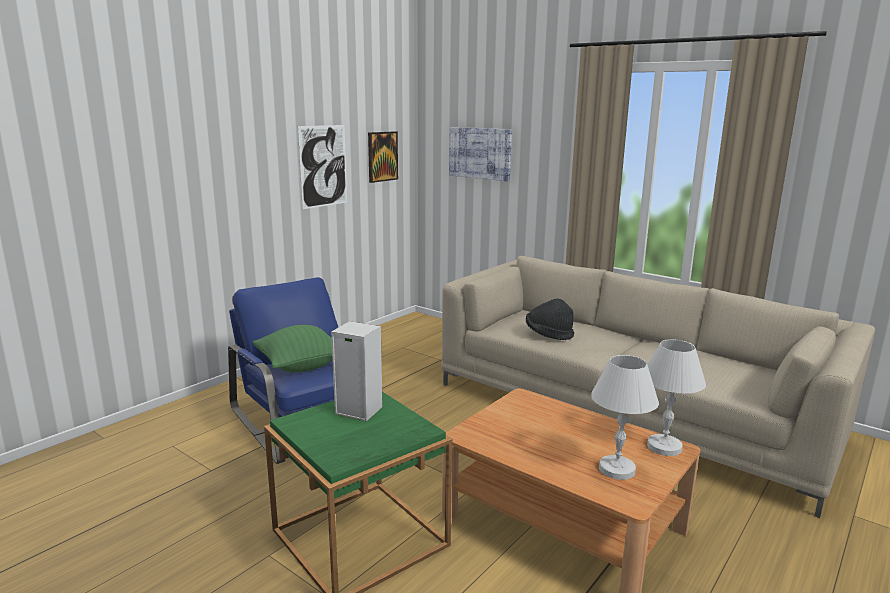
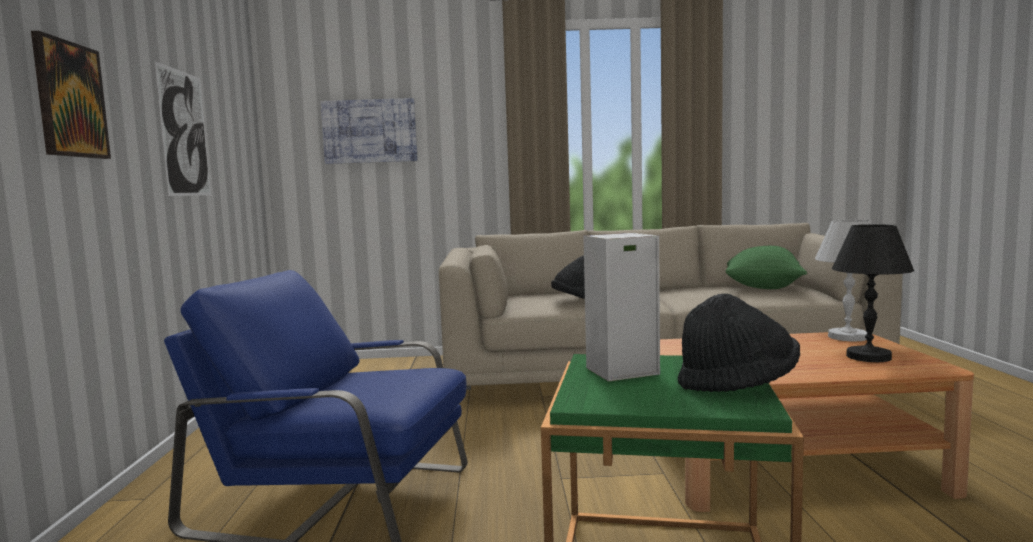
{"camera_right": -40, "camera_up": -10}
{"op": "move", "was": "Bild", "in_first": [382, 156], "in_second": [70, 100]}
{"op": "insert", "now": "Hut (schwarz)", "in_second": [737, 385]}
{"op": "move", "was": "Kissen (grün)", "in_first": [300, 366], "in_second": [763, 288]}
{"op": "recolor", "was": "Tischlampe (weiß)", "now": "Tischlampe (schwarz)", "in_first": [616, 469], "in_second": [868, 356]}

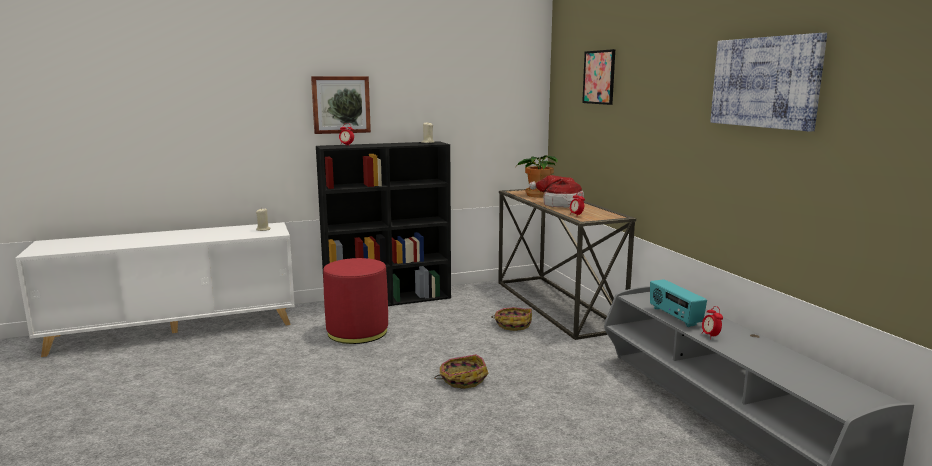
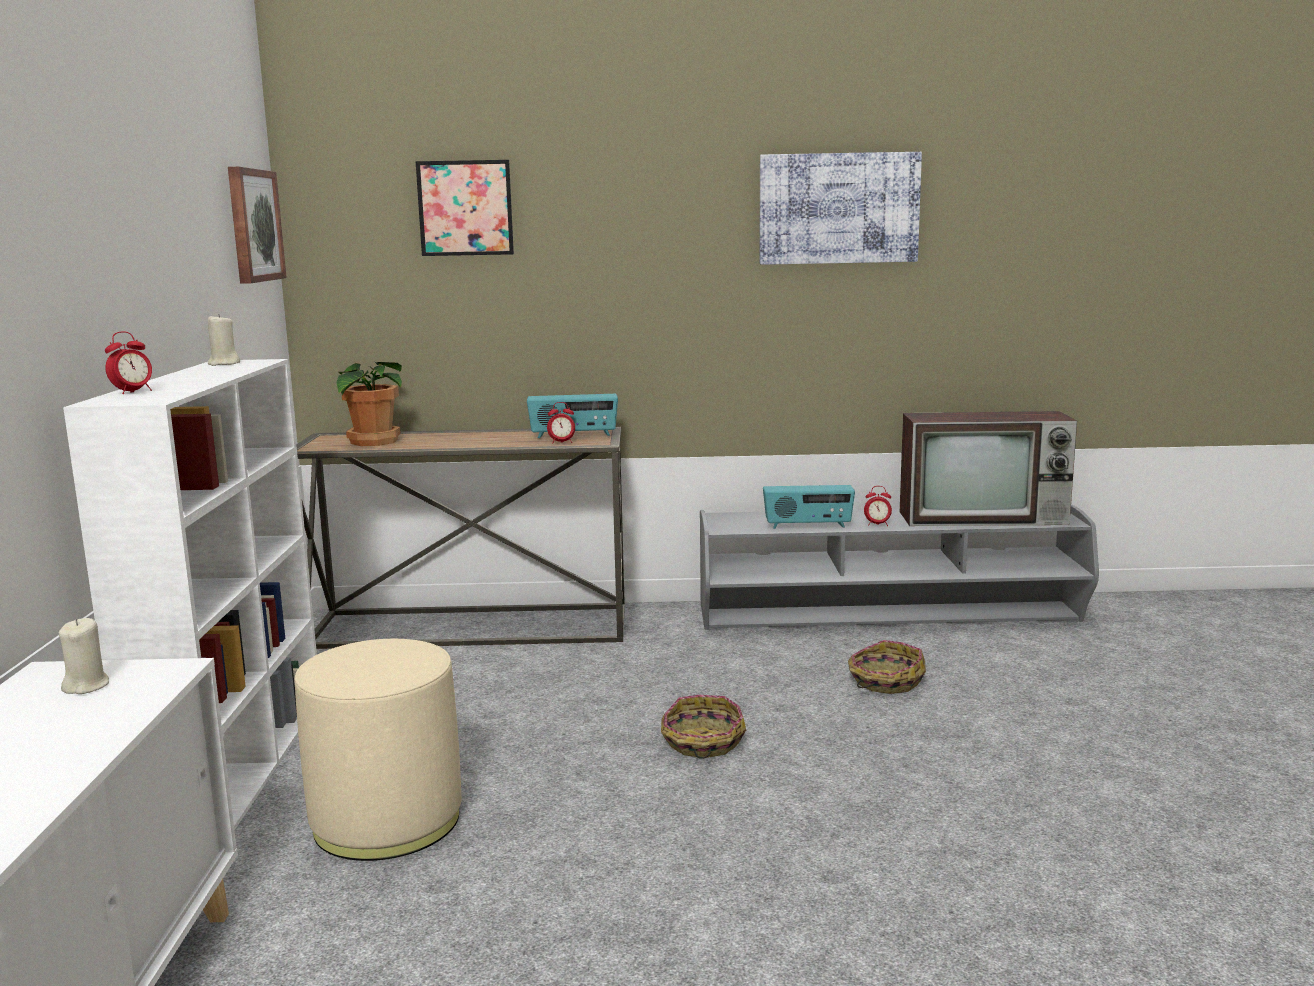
{"camera_right": -70, "camera_up": 0}
{"op": "recolor", "was": "Bücherregal (schwarz)", "now": "Bücherregal (weiß)", "in_first": [389, 300], "in_second": [238, 764]}
{"op": "move", "was": "Bild", "in_first": [341, 104], "in_second": [253, 225]}
{"op": "recolor", "was": "Polsterhocker (rot)", "now": "Polsterhocker (beige)", "in_first": [357, 331], "in_second": [387, 820]}
{"op": "insert", "now": "Radio", "in_second": [573, 435]}
{"op": "move", "was": "Korb", "in_first": [513, 324], "in_second": [885, 681]}
{"op": "insert", "now": "Fernseher", "in_second": [985, 517]}
{"op": "delete", "was": "Hut", "in_first": [559, 204]}

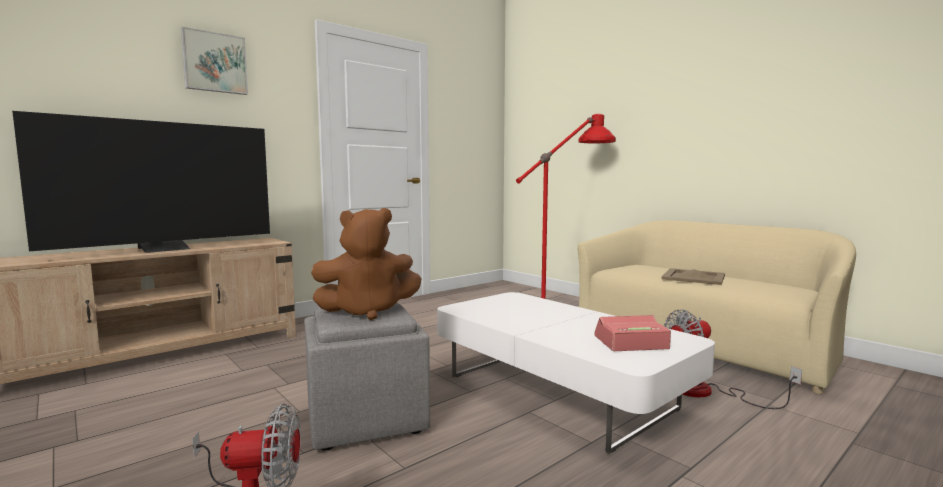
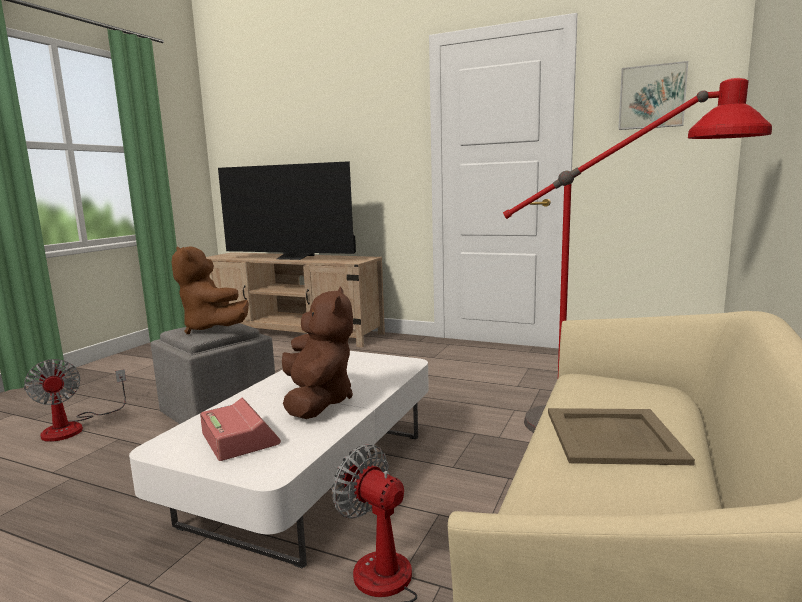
{"camera_right": 65, "camera_up": 5}
{"op": "insert", "now": "Plüschtier (braun)", "in_second": [317, 401]}
{"op": "move", "was": "Bild", "in_first": [214, 63], "in_second": [652, 97]}

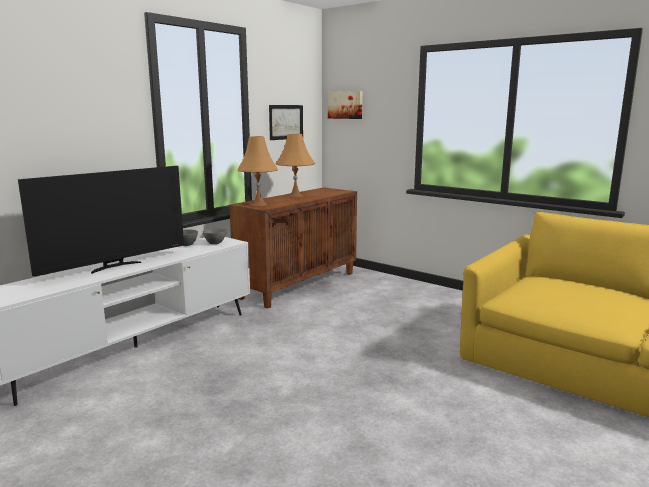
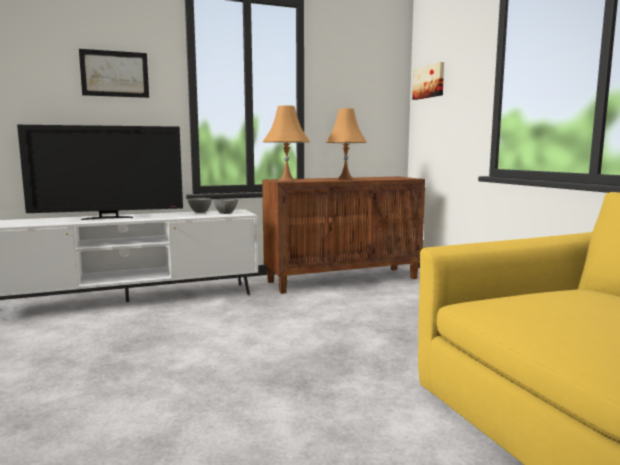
{"camera_right": 30, "camera_up": -5}
{"op": "move", "was": "Bild", "in_first": [286, 122], "in_second": [115, 74]}

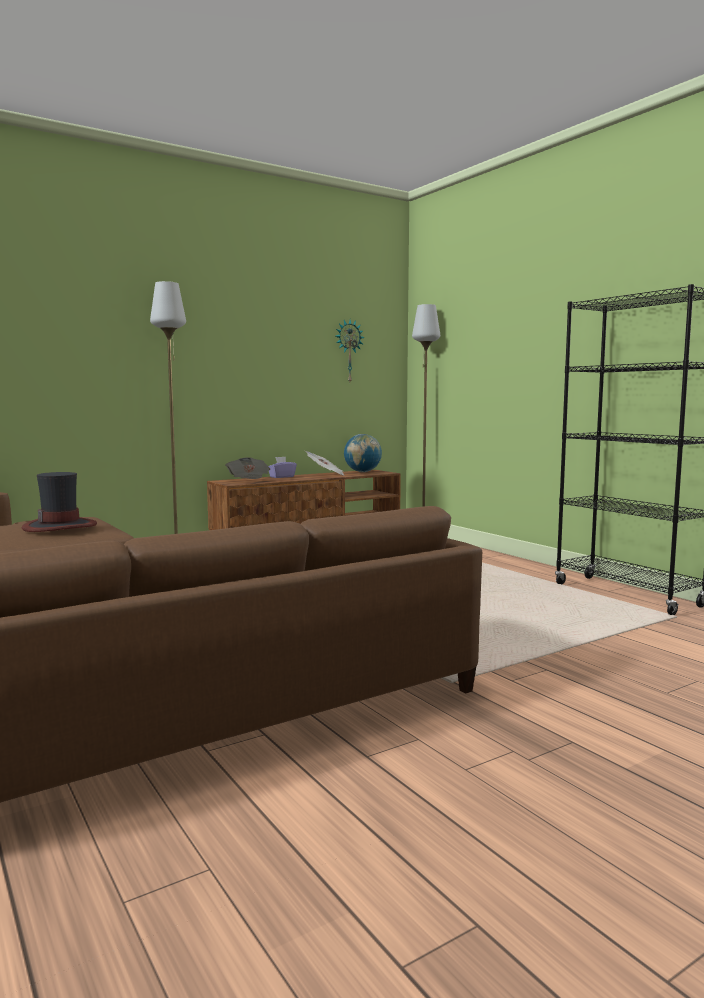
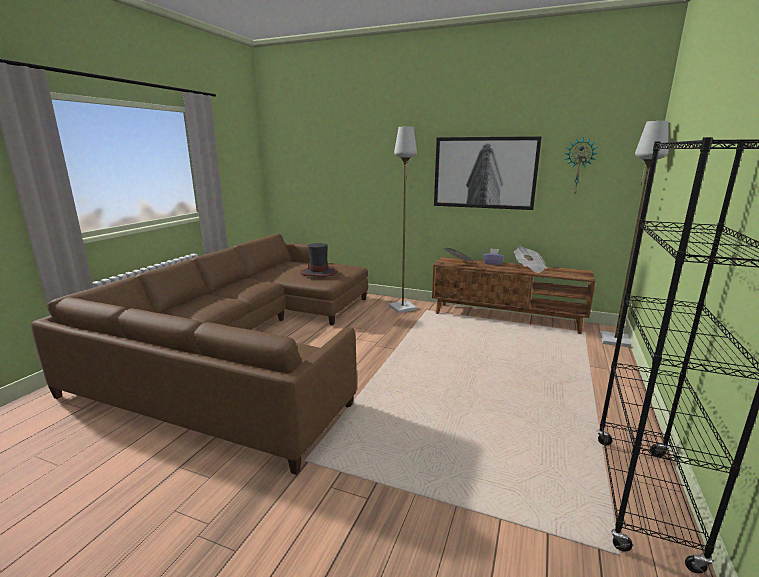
{"camera_right": 55, "camera_up": 10}
{"op": "insert", "now": "Bild", "in_second": [484, 173]}
{"op": "delete", "was": "Globus", "in_first": [362, 472]}

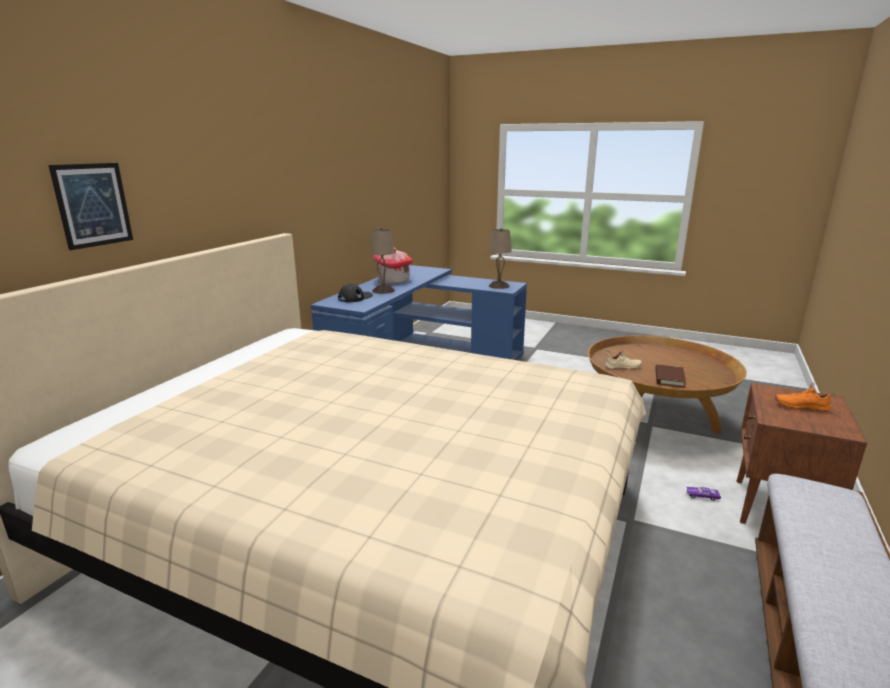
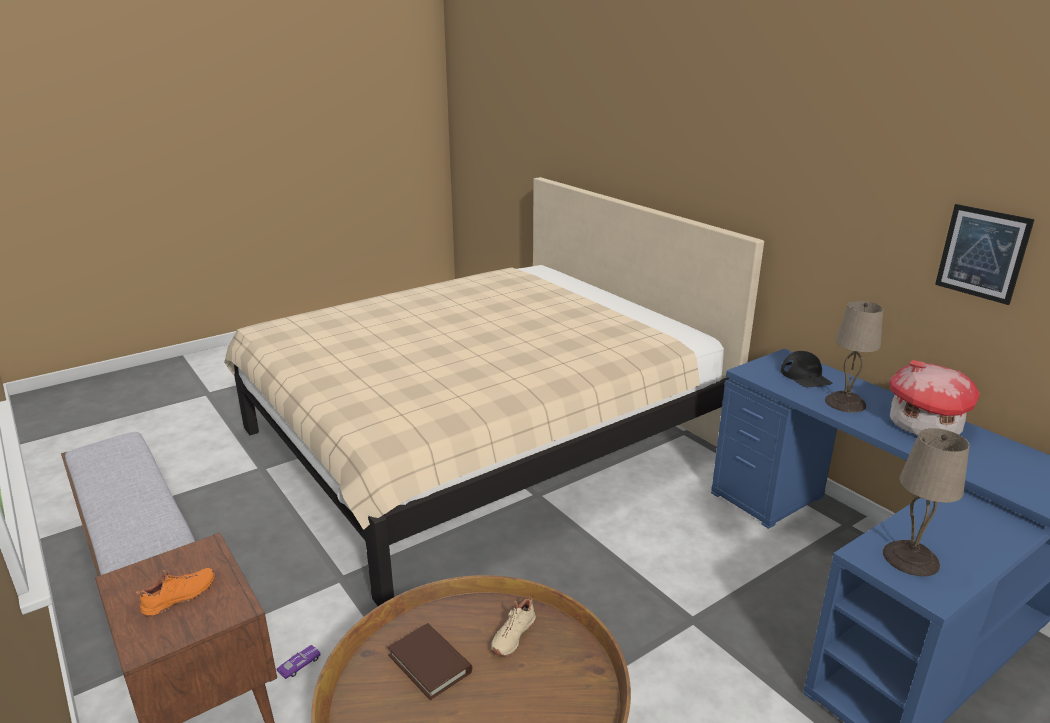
{"camera_right": 120, "camera_up": 5}
{"op": "move", "was": "Bild", "in_first": [93, 205], "in_second": [982, 253]}

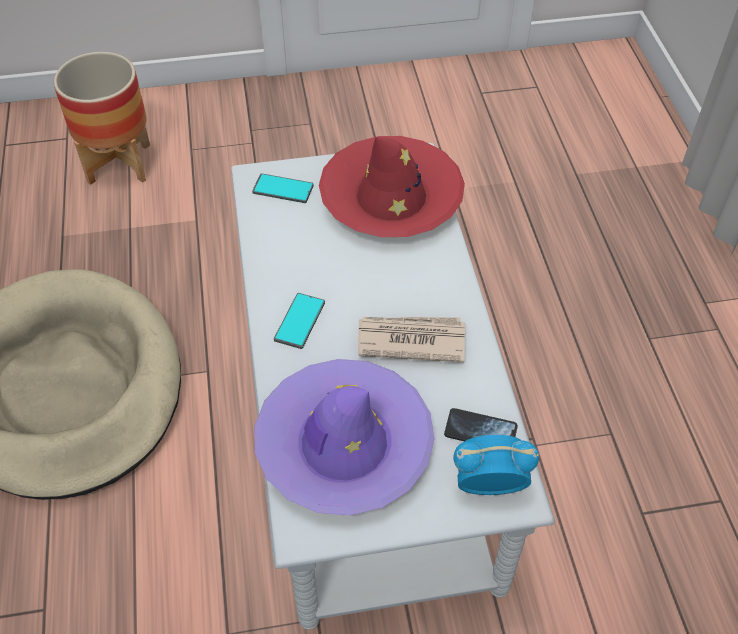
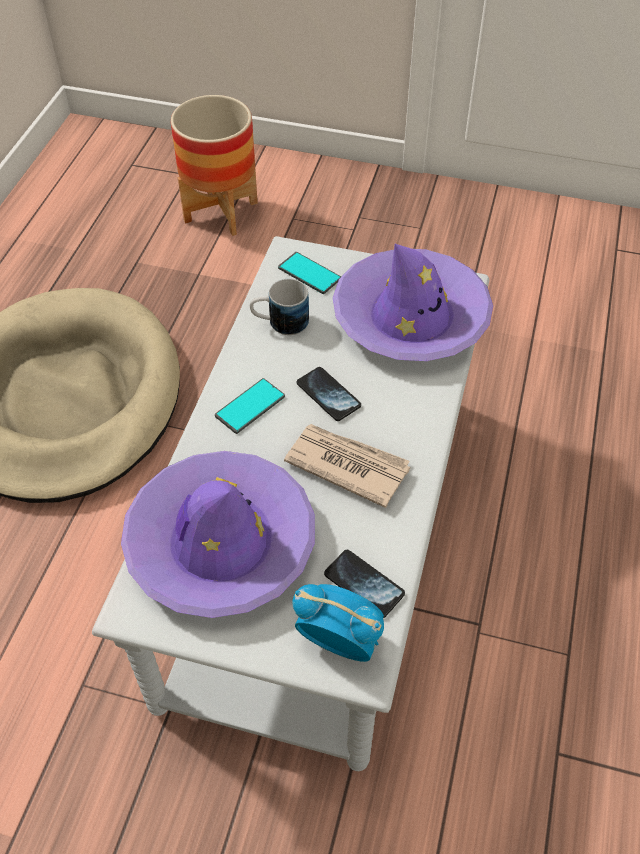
{"camera_right": 25, "camera_up": 0}
{"op": "insert", "now": "Henkelbecher", "in_second": [280, 323]}
{"op": "insert", "now": "Handy", "in_second": [328, 395]}
{"op": "recolor", "was": "Hut (rot)", "now": "Hut (lila)", "in_first": [391, 199], "in_second": [411, 317]}

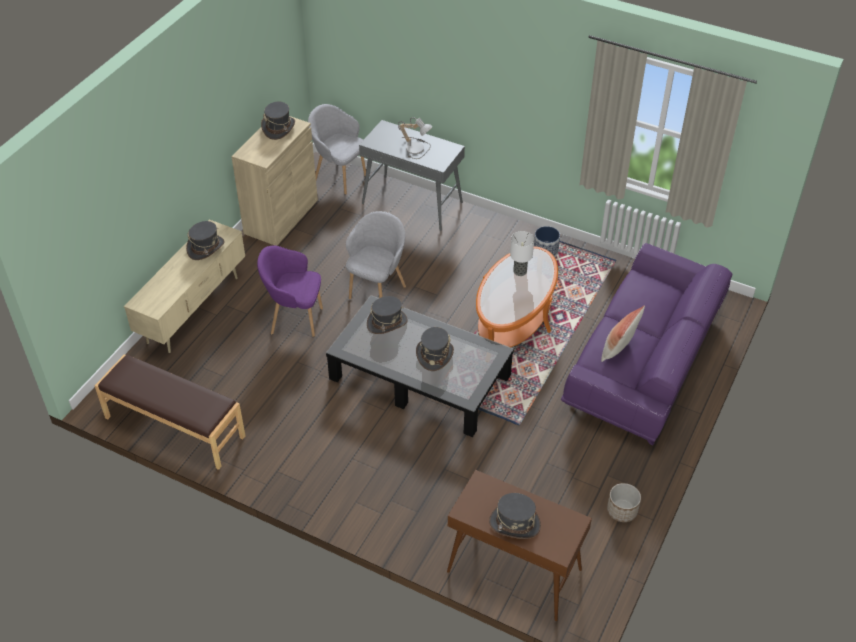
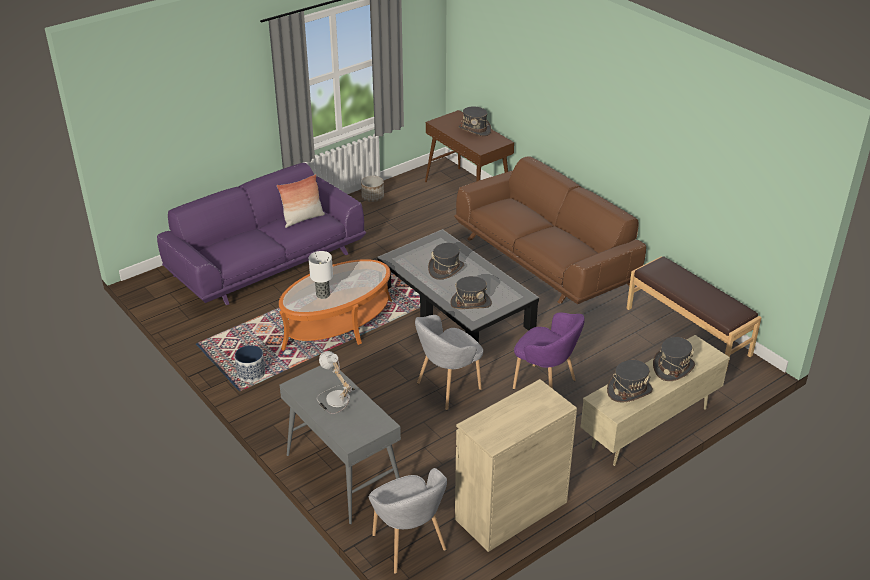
{"camera_right": -155, "camera_up": -10}
{"op": "insert", "now": "Sofa (braun)", "in_second": [545, 260]}
{"op": "move", "was": "Hut (grau)", "in_first": [279, 128], "in_second": [673, 367]}

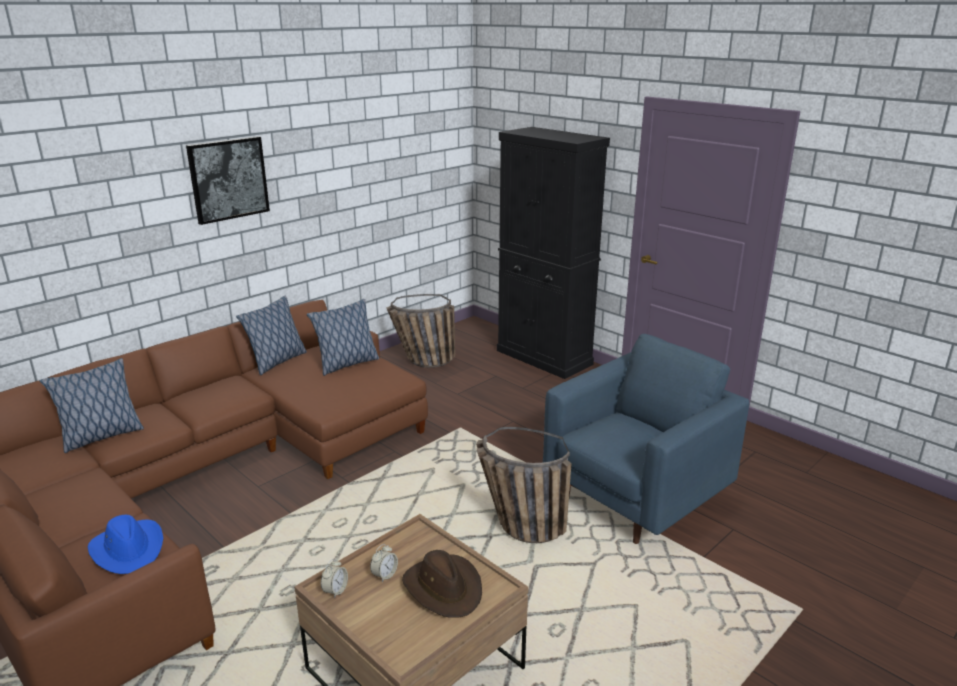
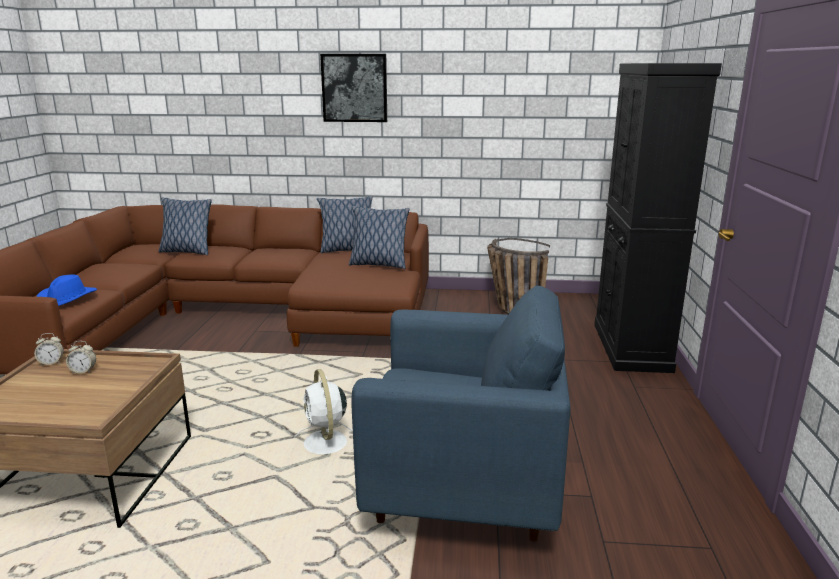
{"camera_right": 50, "camera_up": -5}
{"op": "replace", "was": "Korb", "now": "Ventilator (weiß)", "in_first": [517, 527], "in_second": [326, 444]}
{"op": "delete", "was": "Hut (braun)", "in_first": [443, 588]}

